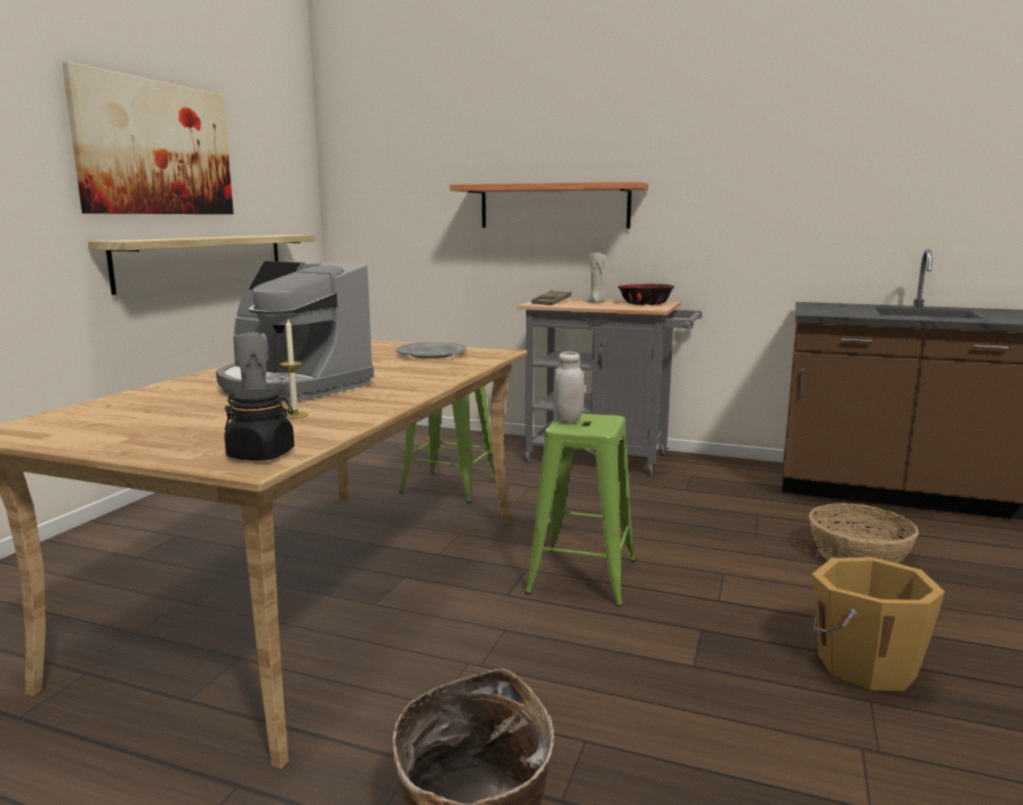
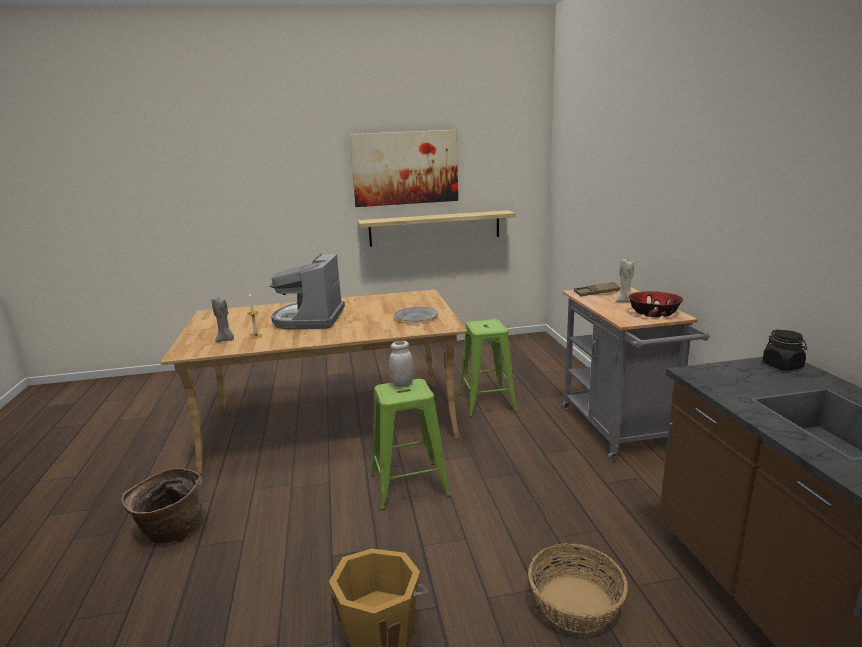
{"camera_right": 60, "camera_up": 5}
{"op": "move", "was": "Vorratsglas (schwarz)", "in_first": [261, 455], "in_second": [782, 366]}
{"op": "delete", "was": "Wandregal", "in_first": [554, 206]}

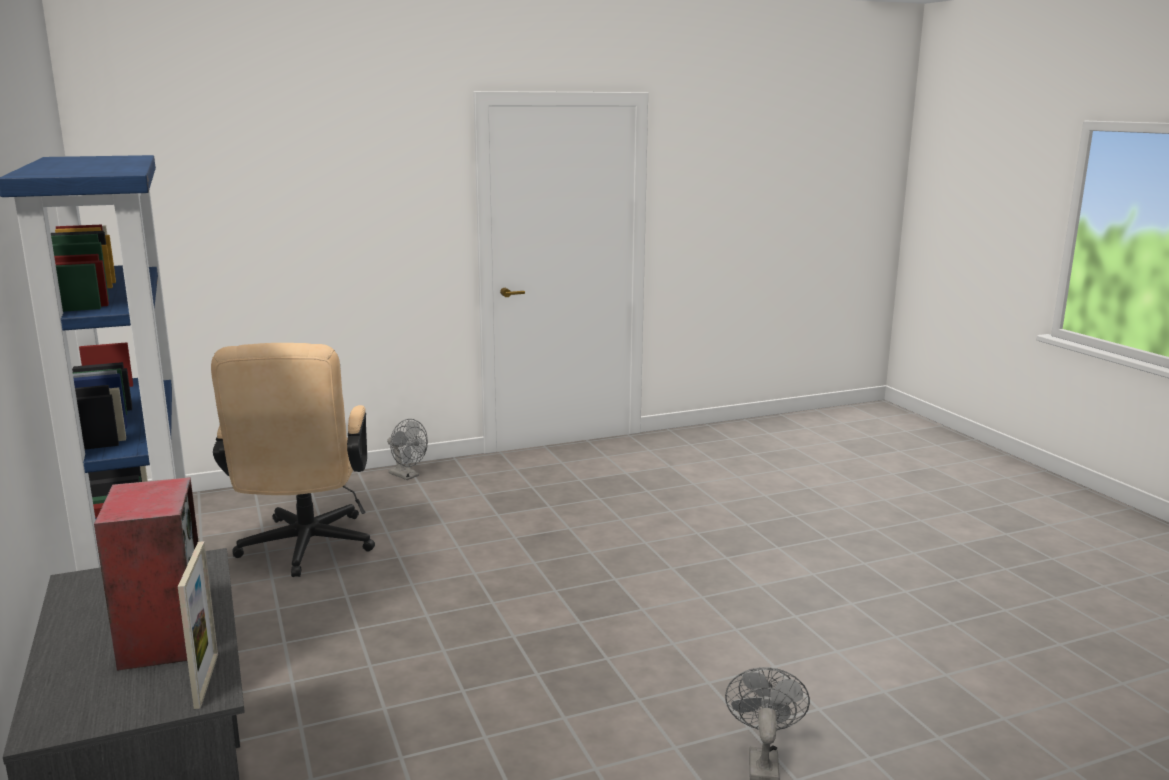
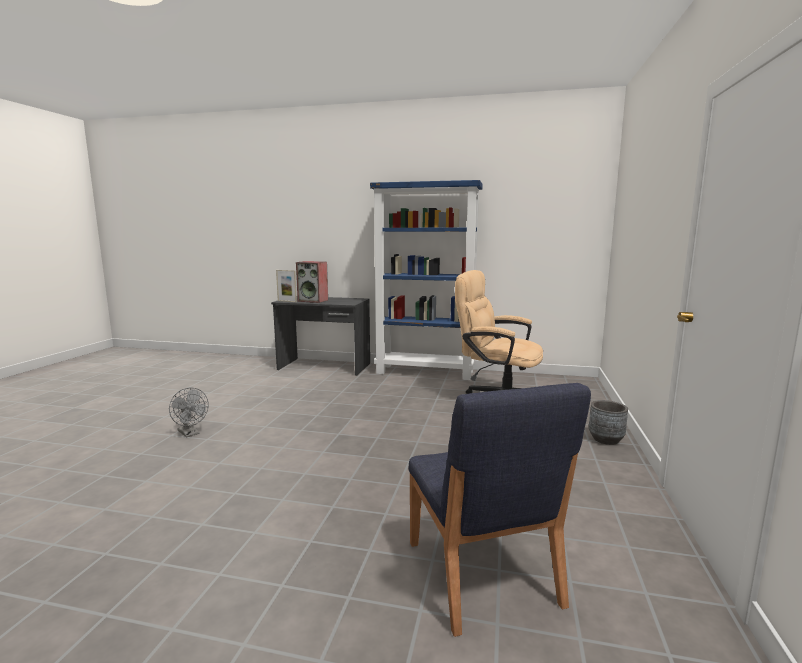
{"camera_right": 125, "camera_up": -5}
{"op": "insert", "now": "Stuhl (blau)", "in_second": [481, 574]}
{"op": "replace", "was": "Ventilator (grau)", "now": "Pflanzkübel (grau)", "in_first": [407, 476], "in_second": [606, 439]}

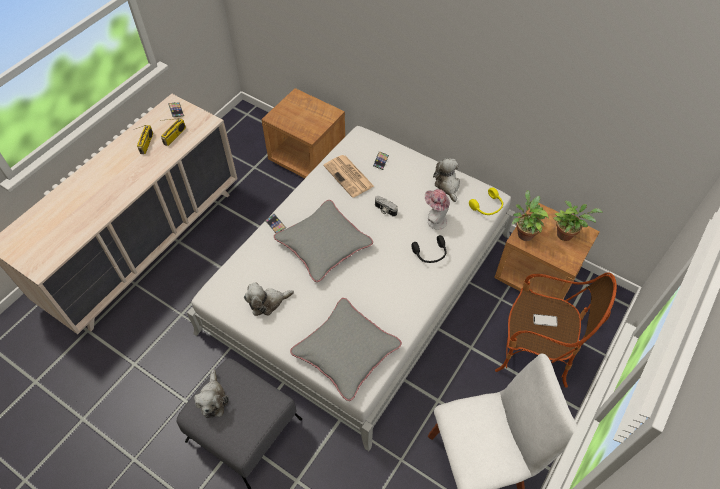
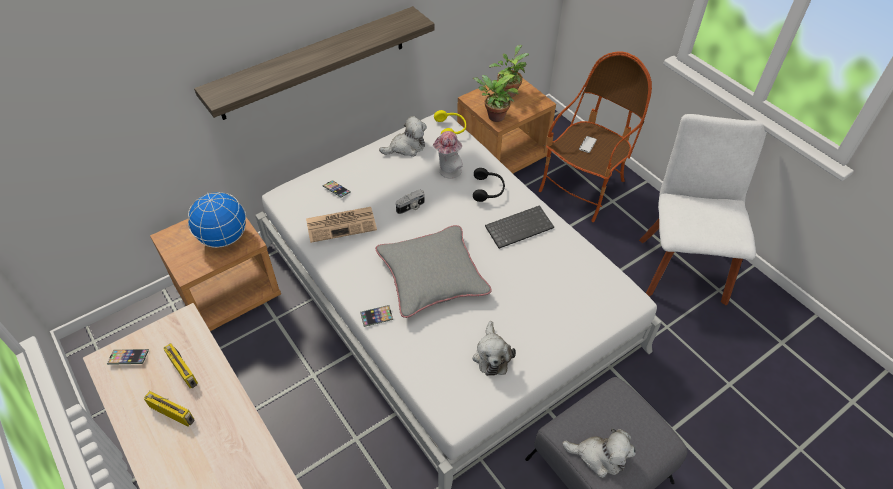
{"camera_right": -70, "camera_up": -5}
{"op": "insert", "now": "Globus", "in_second": [224, 238]}
{"op": "insert", "now": "Wandregal", "in_second": [314, 63]}
{"op": "rotate", "was": "Plüschtier", "in_first": [447, 185], "in_second": [406, 147], "clockwise": 150}
{"op": "insert", "now": "Tastatur", "in_second": [519, 227]}
{"op": "delete", "was": "Kissen (grau)", "in_first": [346, 351]}

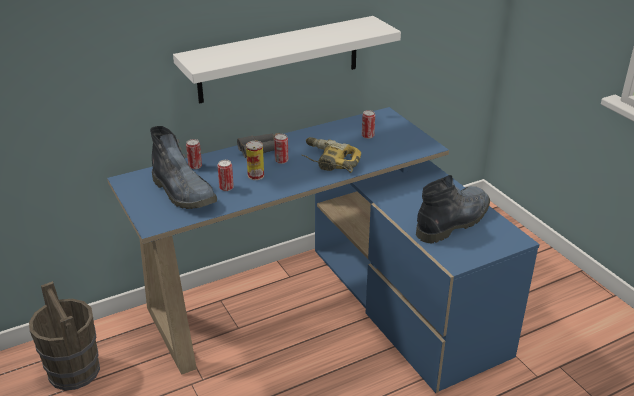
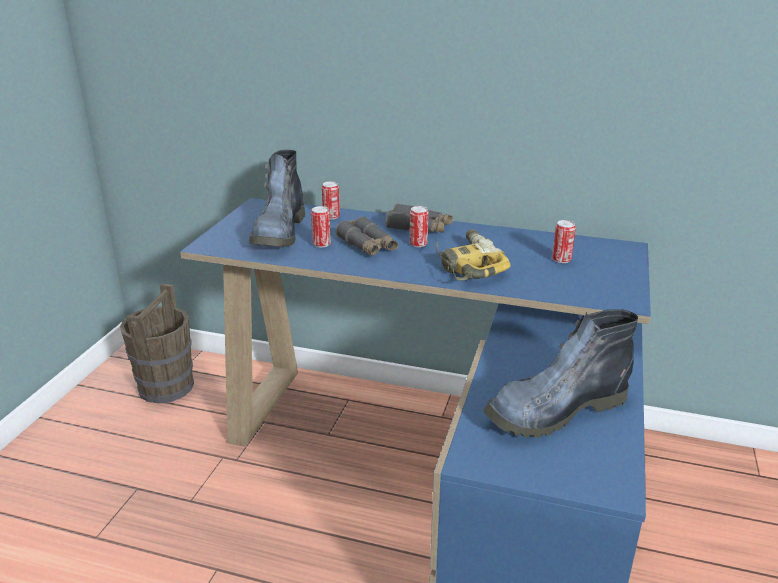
{"camera_right": 45, "camera_up": -5}
{"op": "replace", "was": "Dose", "now": "Fernglas (grau)", "in_first": [256, 176], "in_second": [368, 246]}
{"op": "rotate", "was": "Stiefel", "in_first": [453, 221], "in_second": [555, 411], "clockwise": 150}
{"op": "delete", "was": "Wandregal (weiß)", "in_first": [279, 59]}

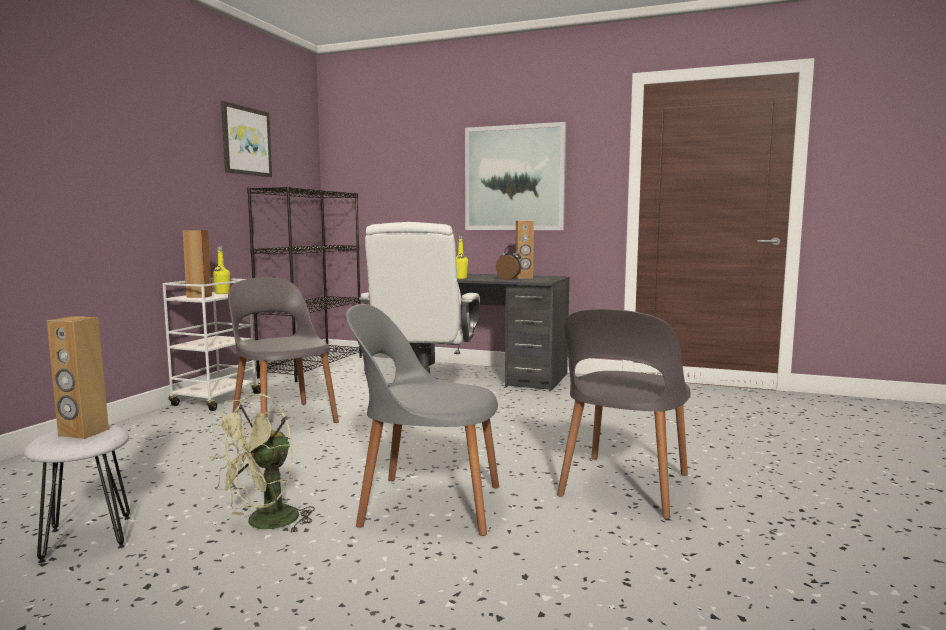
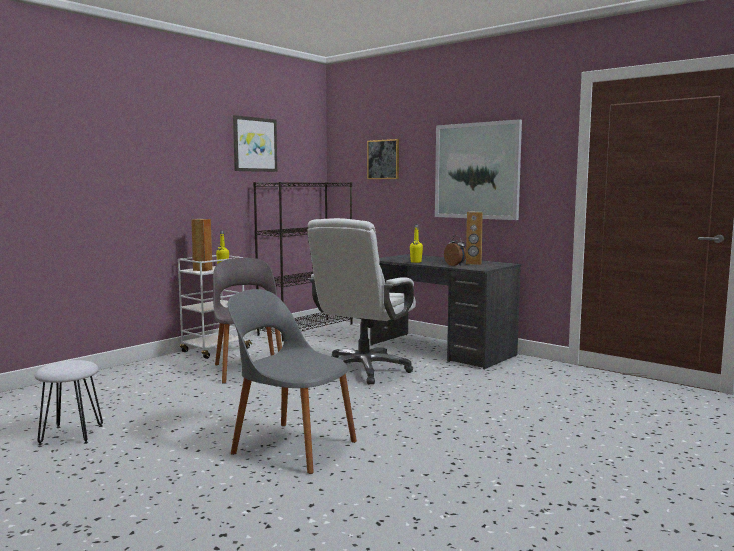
{"camera_right": 20, "camera_up": 0}
{"op": "insert", "now": "Bild", "in_second": [383, 159]}
{"op": "delete", "was": "Lautsprecher (braun)", "in_first": [83, 433]}
{"op": "delete", "was": "Ventilator (grün)", "in_first": [264, 524]}
{"op": "delete", "was": "Stuhl (grau)", "in_first": [623, 486]}

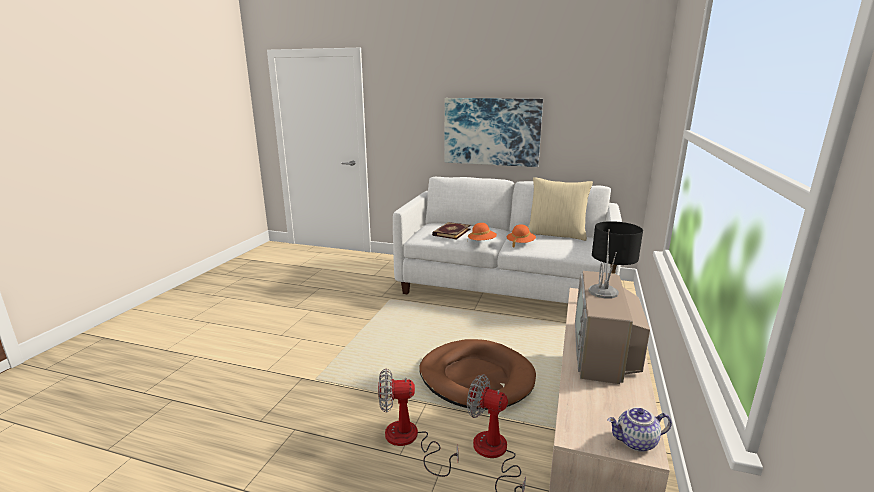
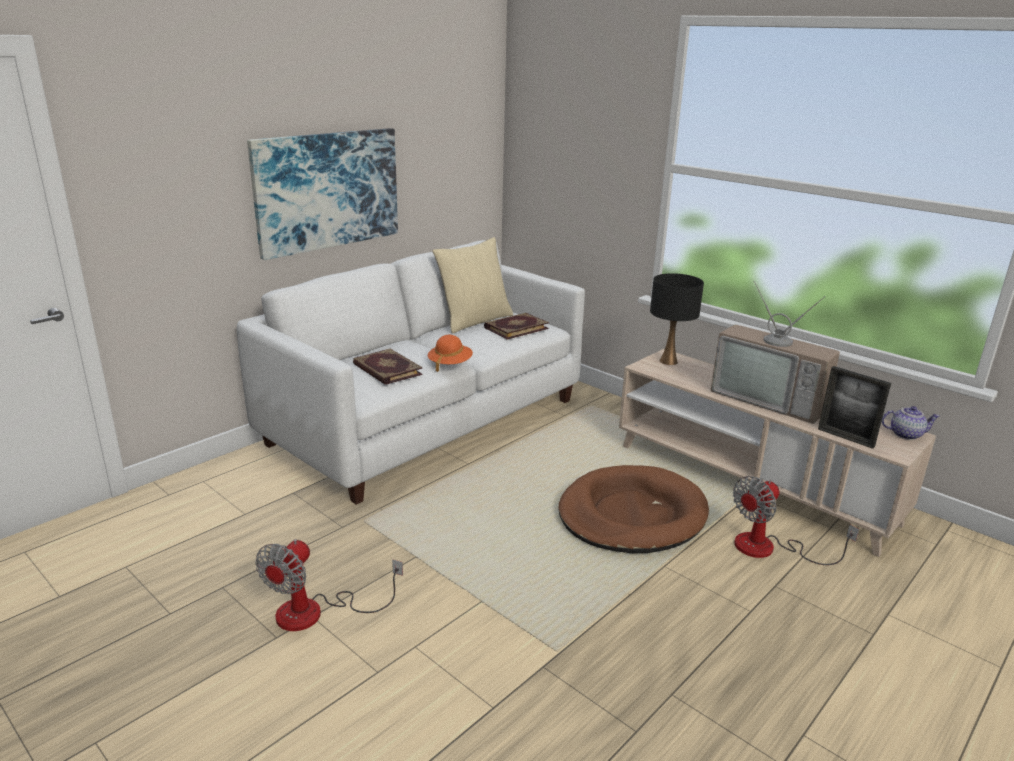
{"camera_right": -65, "camera_up": 5}
{"op": "move", "was": "Ventilator", "in_first": [409, 441], "in_second": [316, 612]}
{"op": "insert", "now": "Buch", "in_second": [515, 328]}
{"op": "insert", "now": "Bilderrahmen", "in_second": [845, 437]}
{"op": "rotate", "was": "Teekanne", "in_first": [636, 442], "in_second": [905, 434], "clockwise": -105}
{"op": "delete", "was": "Hut (orange)", "in_first": [520, 244]}

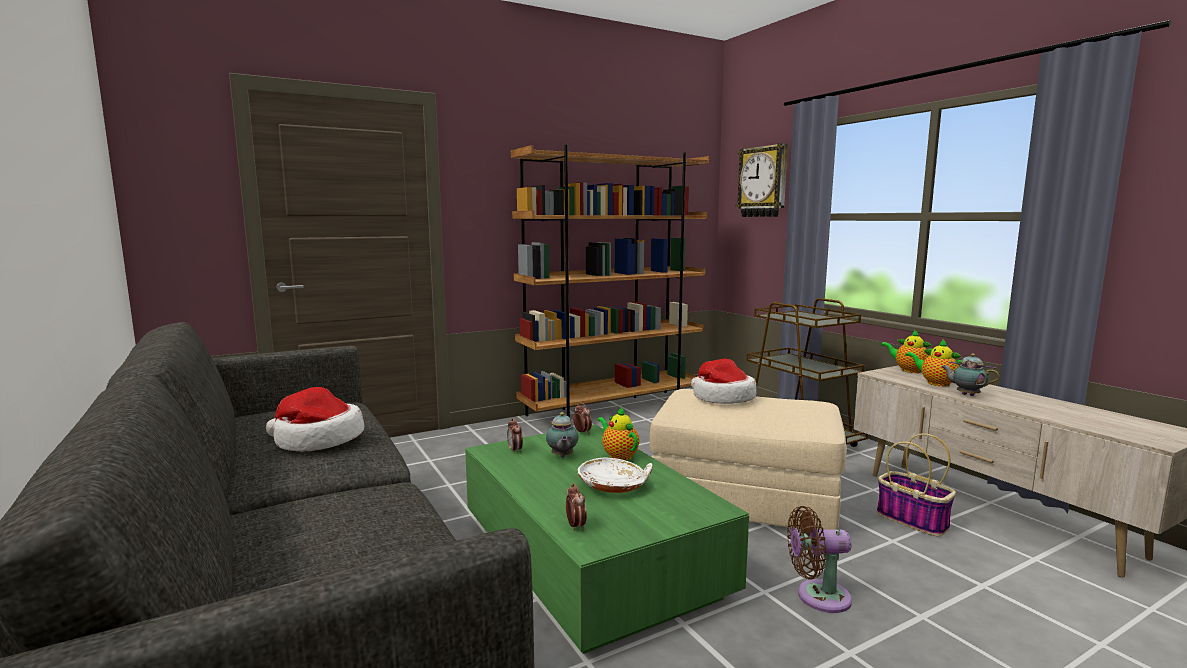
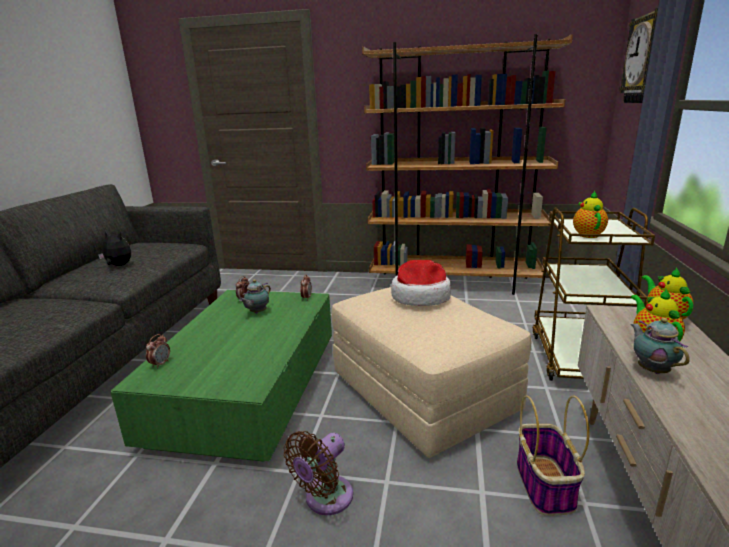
{"camera_right": 40, "camera_up": 10}
{"op": "replace", "was": "Hut", "now": "Plüschtier", "in_first": [317, 440], "in_second": [118, 266]}
{"op": "rotate", "was": "Ventilator (braun)", "in_first": [817, 597], "in_second": [325, 499], "clockwise": -90}
{"op": "move", "was": "Teekanne", "in_first": [618, 456], "in_second": [587, 234]}
{"op": "delete", "was": "Schüssel (weiß)", "in_first": [614, 486]}

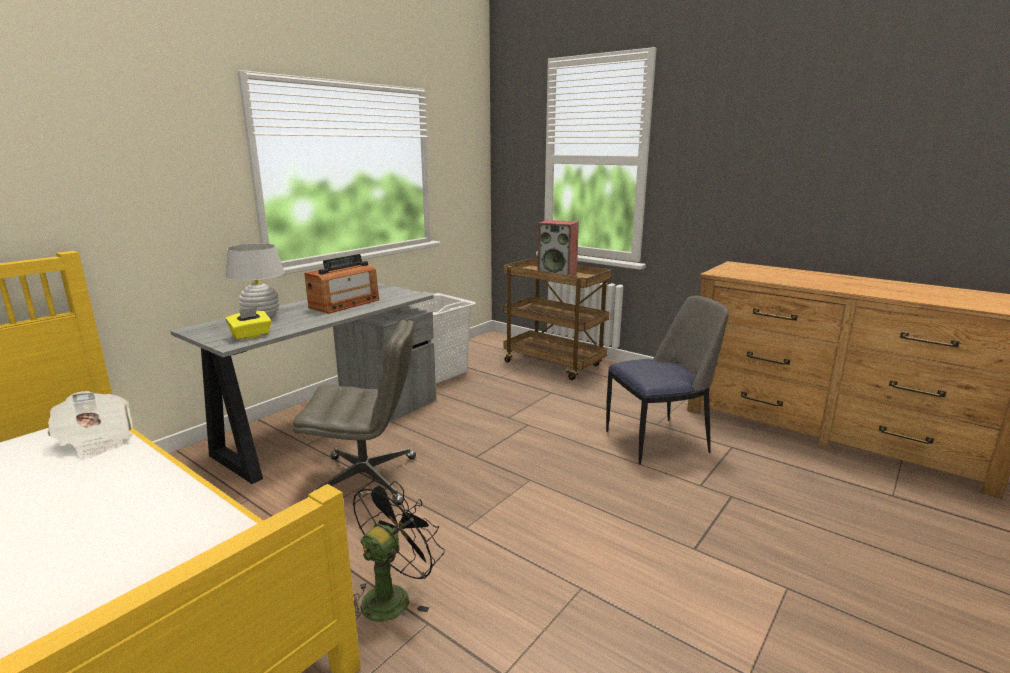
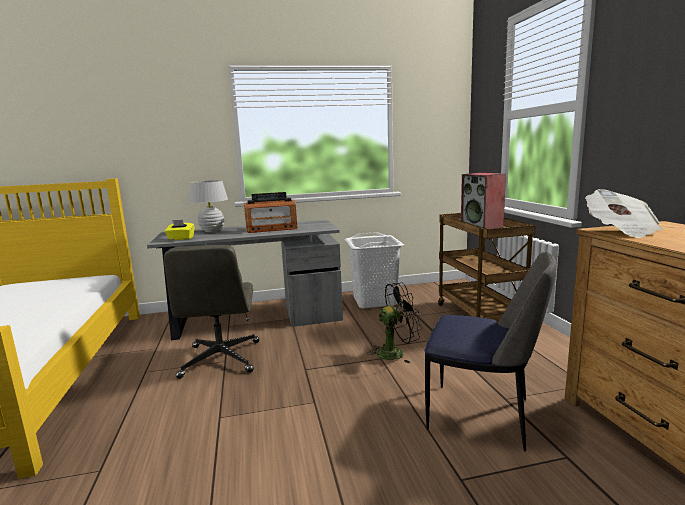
{"camera_right": 40, "camera_up": -5}
{"op": "rotate", "was": "Bürostuhl (grau)", "in_first": [366, 480], "in_second": [221, 359], "clockwise": 45}
{"op": "move", "was": "Ventilator (schwarz)", "in_first": [392, 595], "in_second": [395, 352]}
{"op": "move", "was": "Zeitung", "in_first": [96, 441], "in_second": [620, 231]}

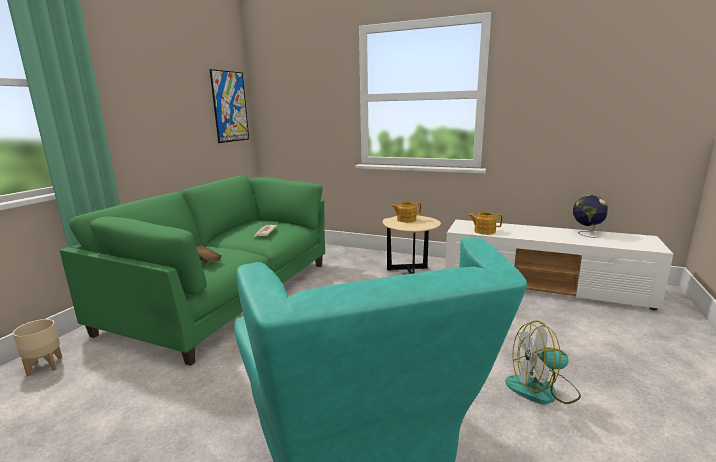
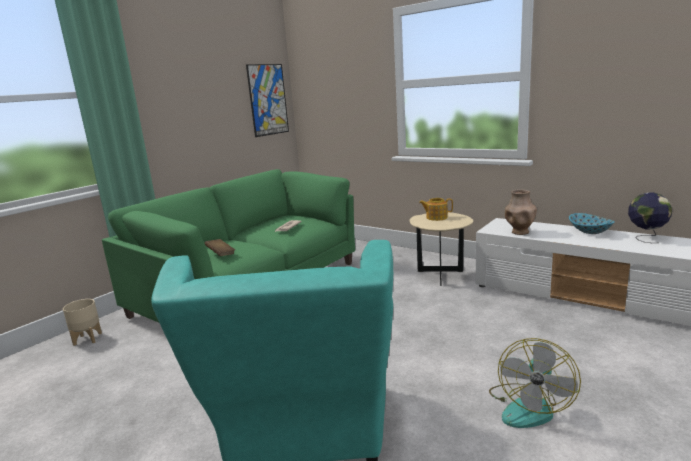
{"camera_right": 15, "camera_up": 0}
{"op": "rotate", "was": "Ventilator", "in_first": [542, 389], "in_second": [529, 407], "clockwise": -75}
{"op": "replace", "was": "Teekanne", "now": "Vase (braun)", "in_first": [484, 231], "in_second": [519, 232]}
{"op": "insert", "now": "Schüssel", "in_second": [590, 231]}

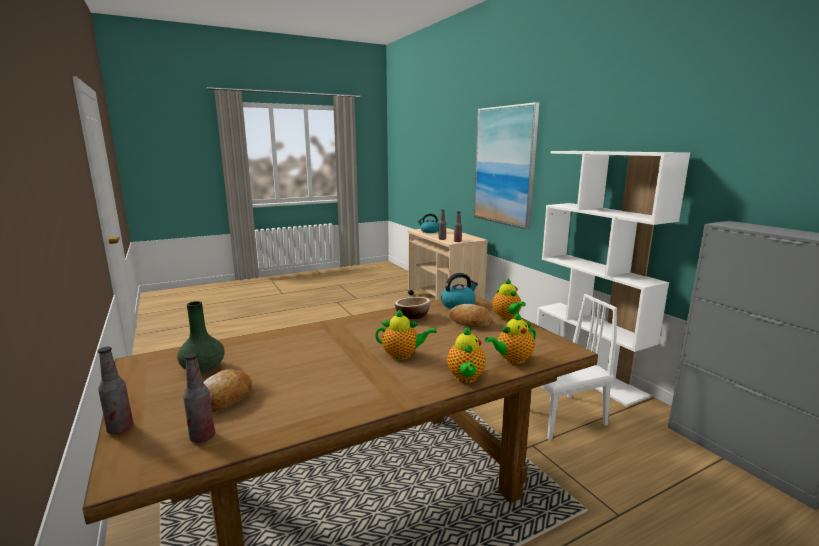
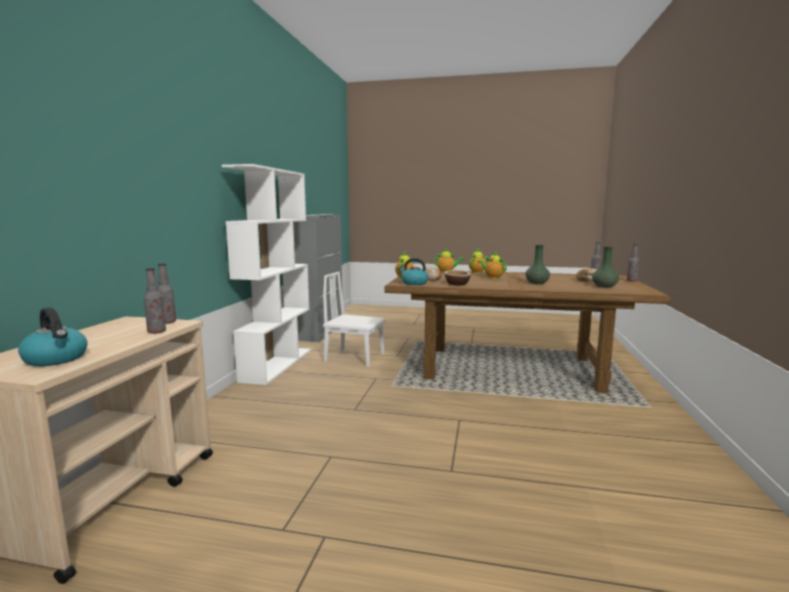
{"camera_right": -140, "camera_up": -5}
{"op": "insert", "now": "Vase (grün)", "in_second": [536, 283]}
{"op": "delete", "was": "Bild", "in_first": [504, 166]}

